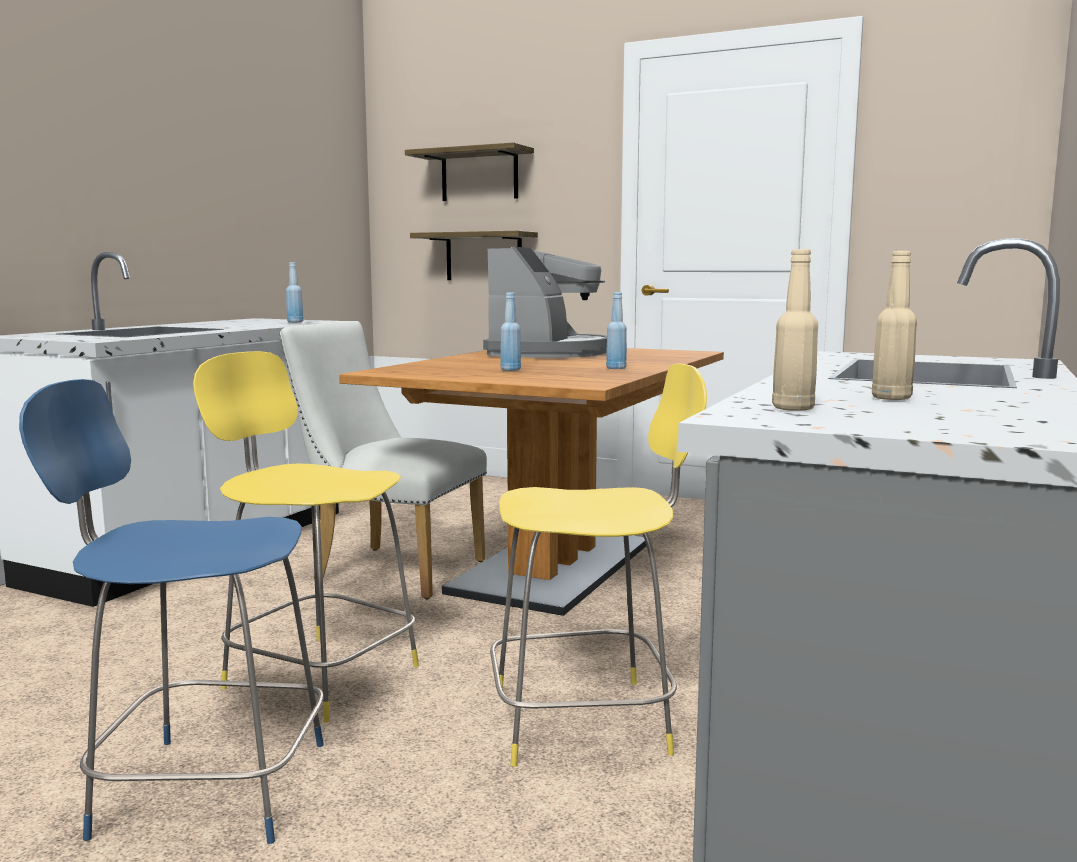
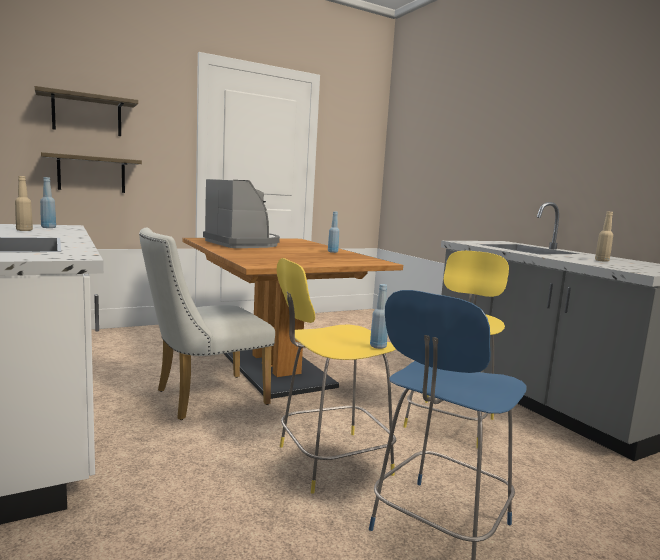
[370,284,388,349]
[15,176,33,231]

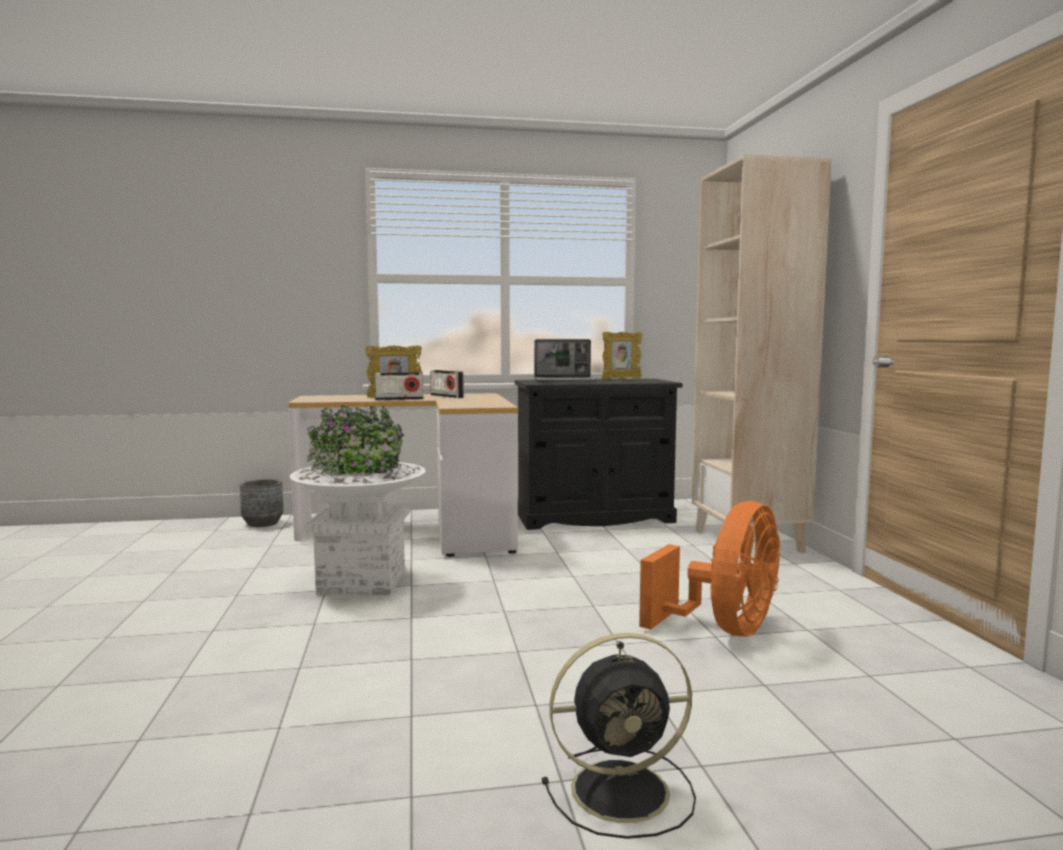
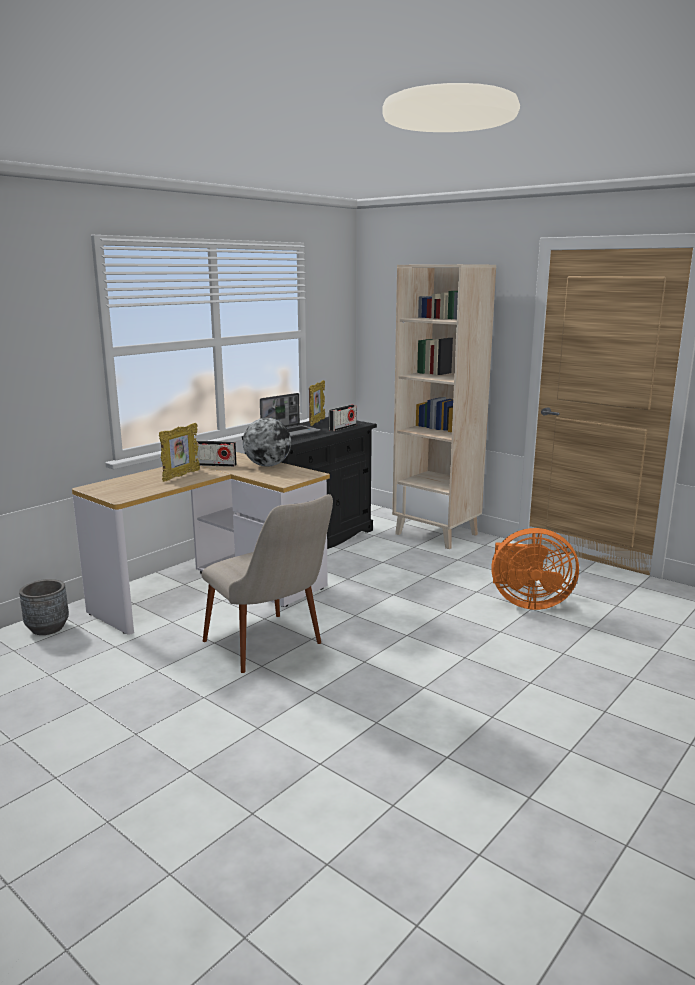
[201,494,333,673]
[329,405,357,431]
[542,633,696,839] (first image)
[491,528,579,610]
[243,418,291,467]

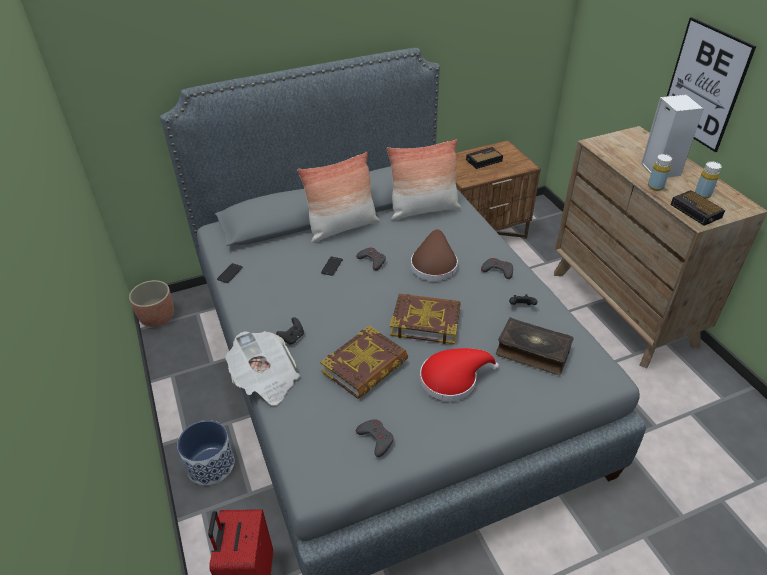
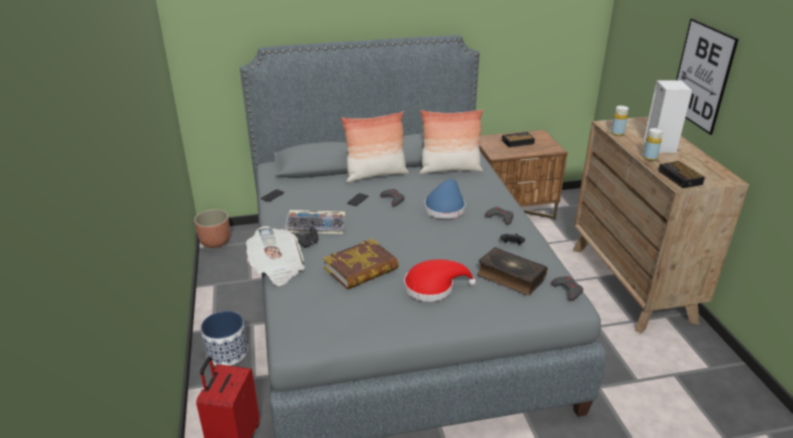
[551,276,583,301]
[390,294,461,344] (first image)
[424,179,465,219]
[611,105,628,136]
[284,210,345,234]

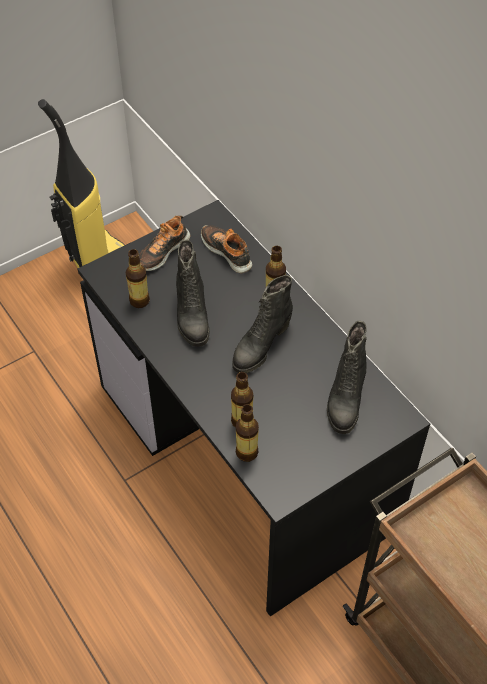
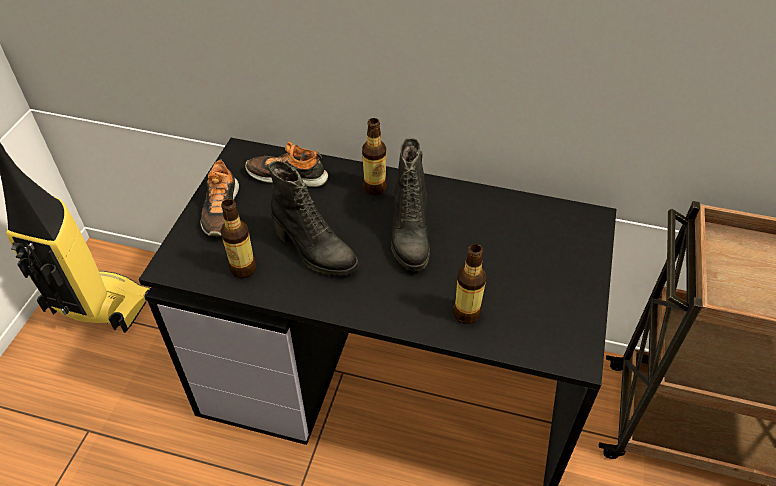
[236,404,259,462] (first image)
[327,321,367,434] (first image)

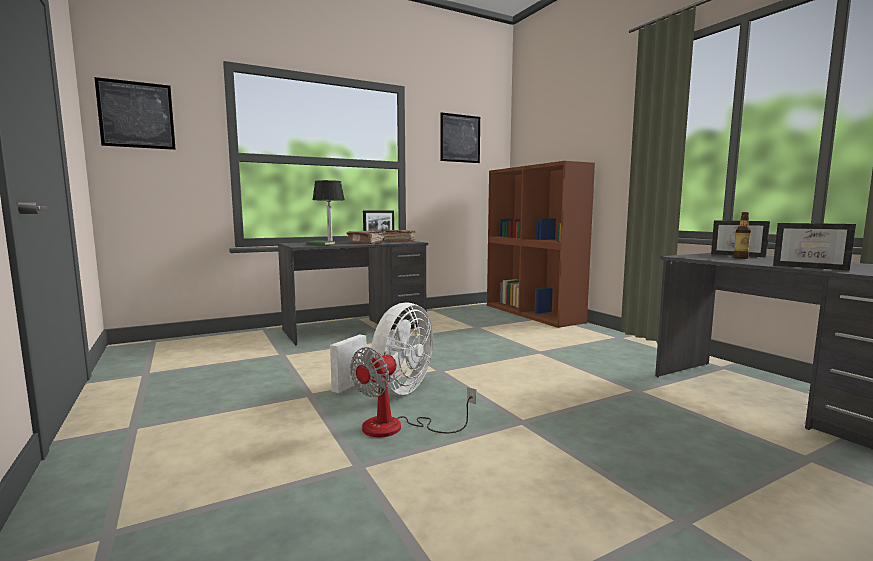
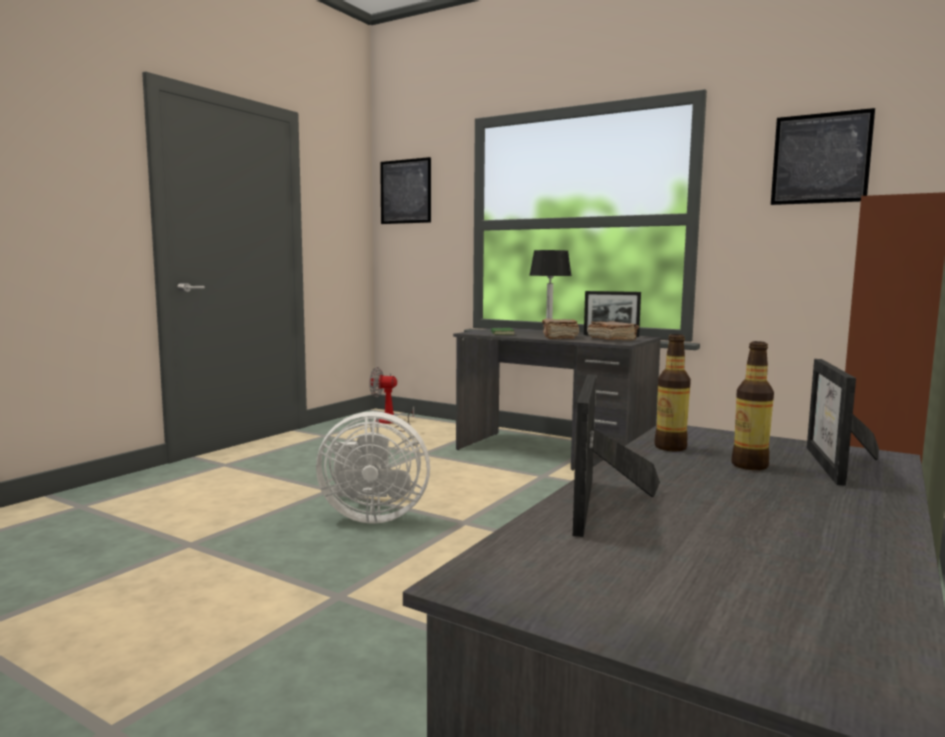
[369,367,414,432]
[654,334,691,451]

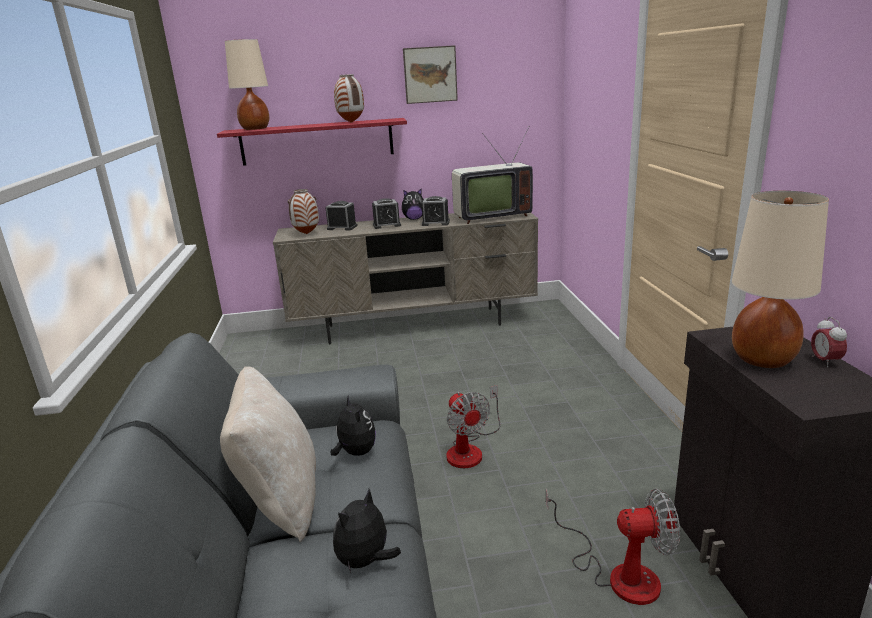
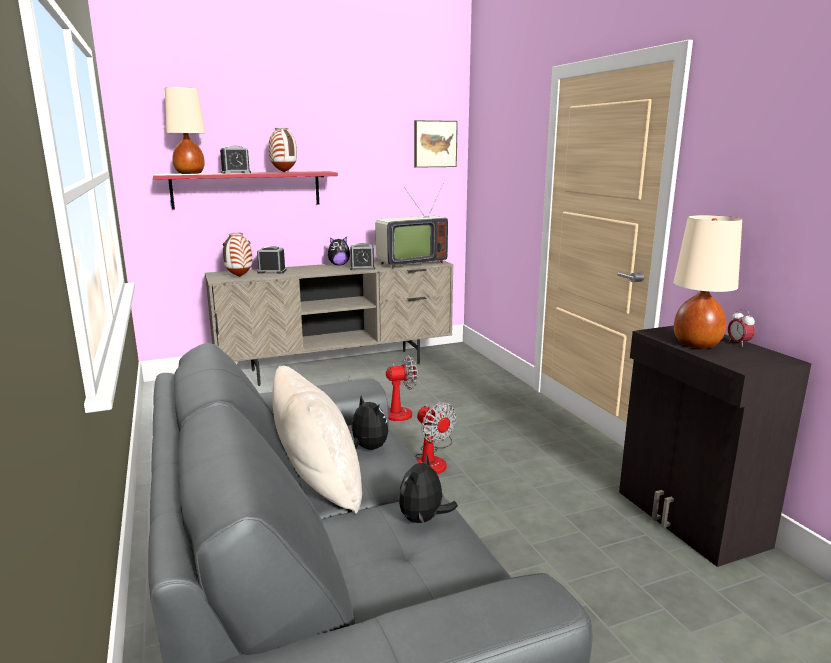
[220,145,251,174]
[414,120,458,168]
[349,355,418,421]

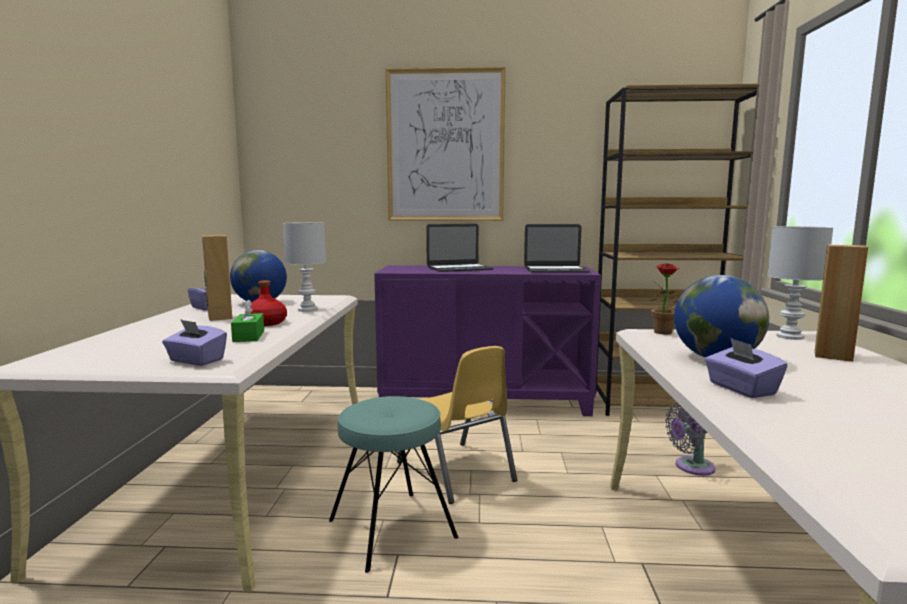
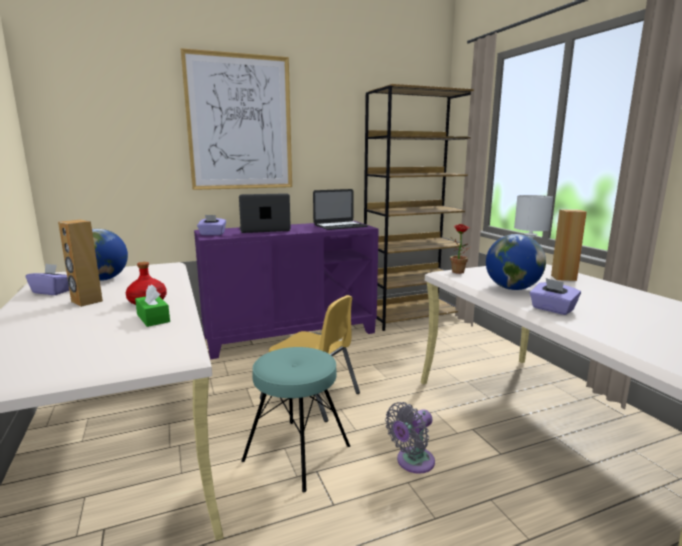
[197,215,226,235]
[283,222,326,312] (first image)
[239,193,291,233]
[385,402,435,474]

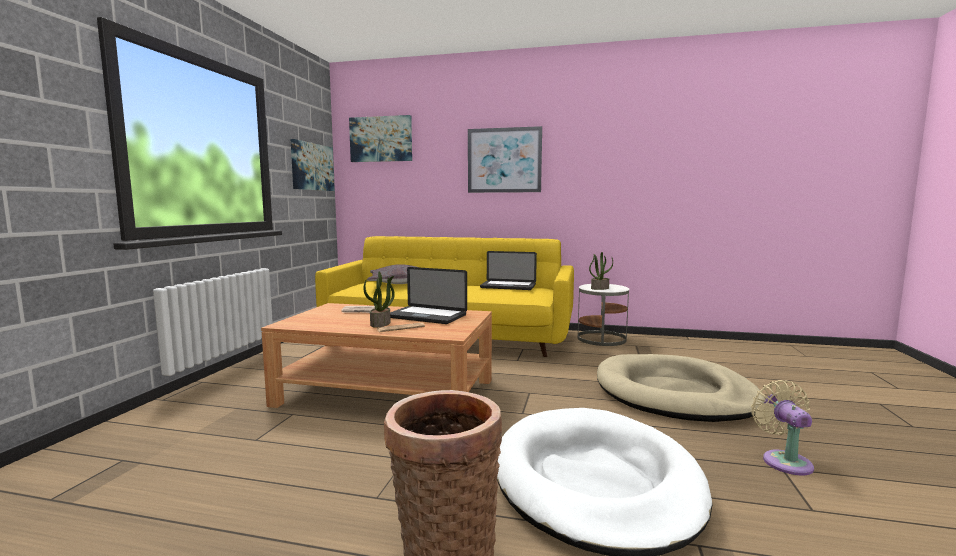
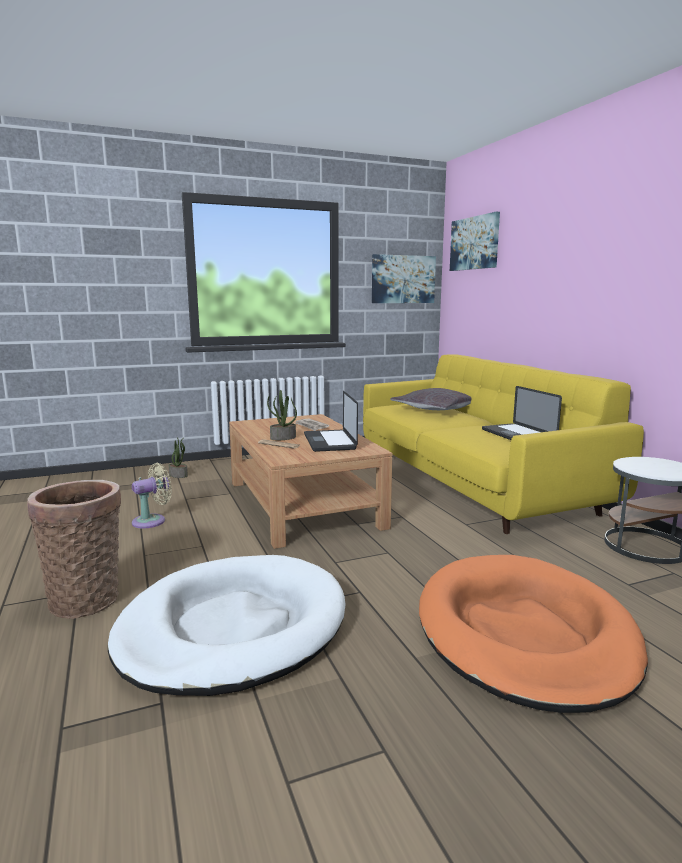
[468,126,542,193] (first image)
[169,437,188,478]
[419,555,648,713]
[132,463,172,528]

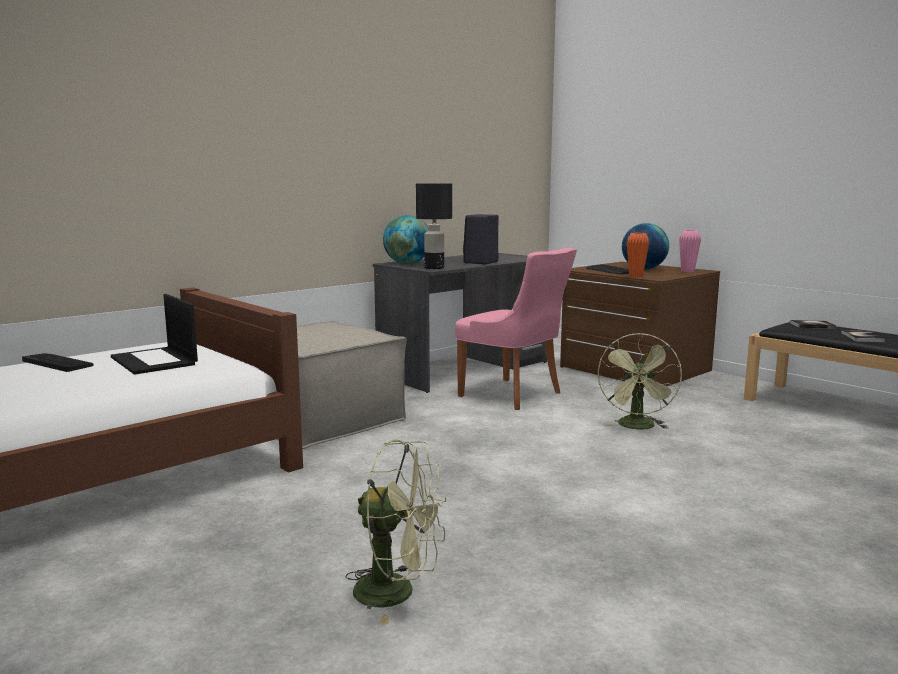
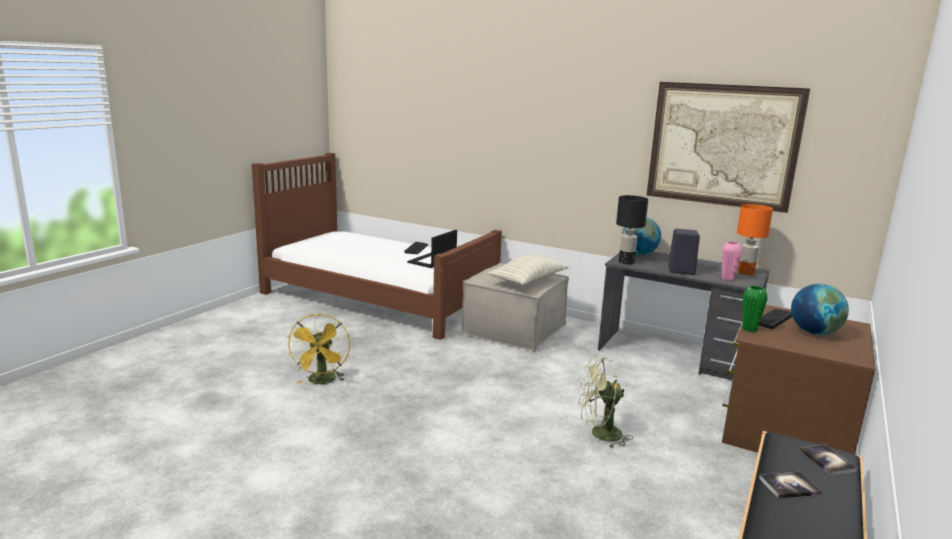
[288,314,350,384]
[455,248,577,410] (first image)
[742,286,767,332]
[722,241,742,281]
[488,255,569,285]
[646,82,810,213]
[737,204,773,275]

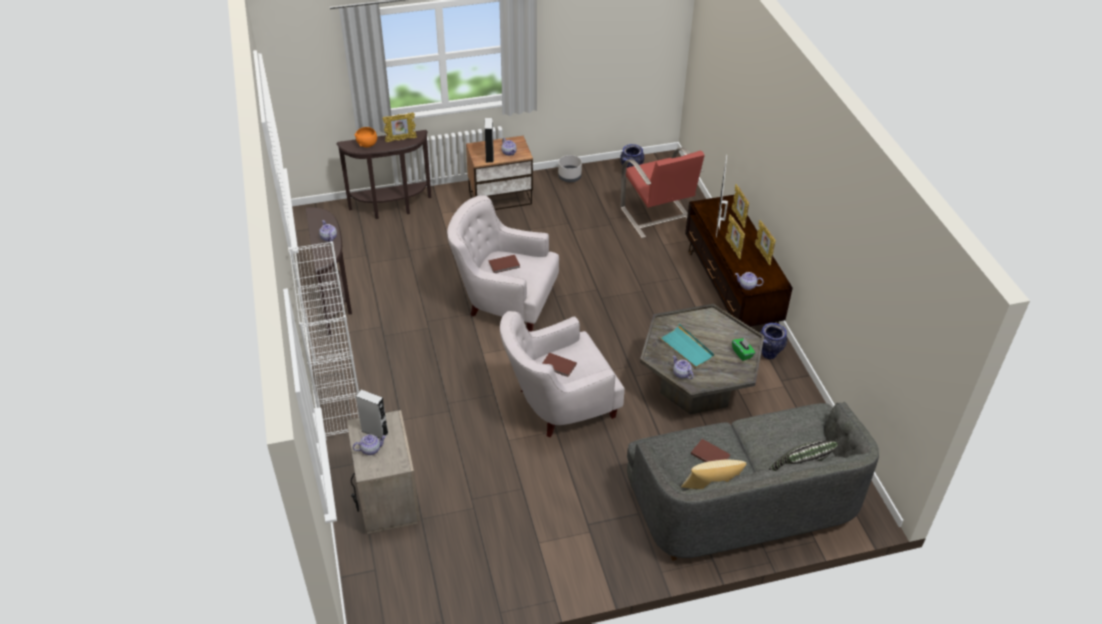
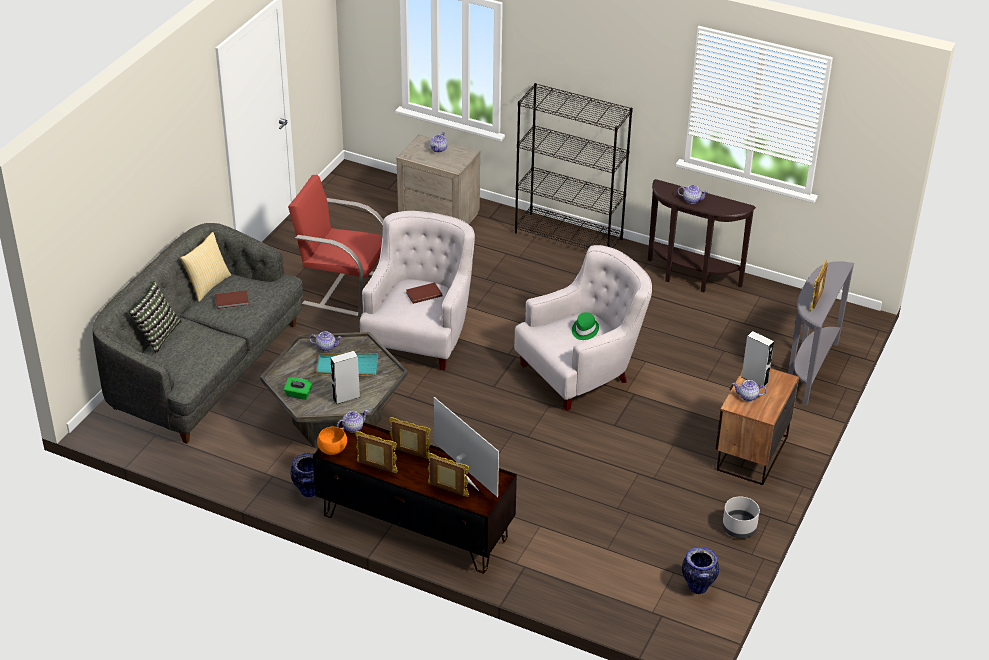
[515,83,633,249]
[788,261,854,406]
[317,427,347,455]
[330,351,360,405]
[572,312,599,340]
[288,175,384,317]

